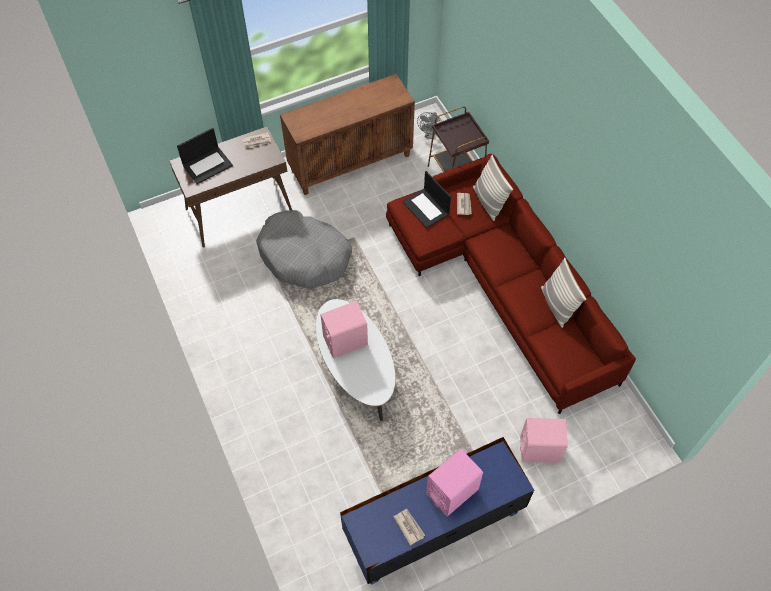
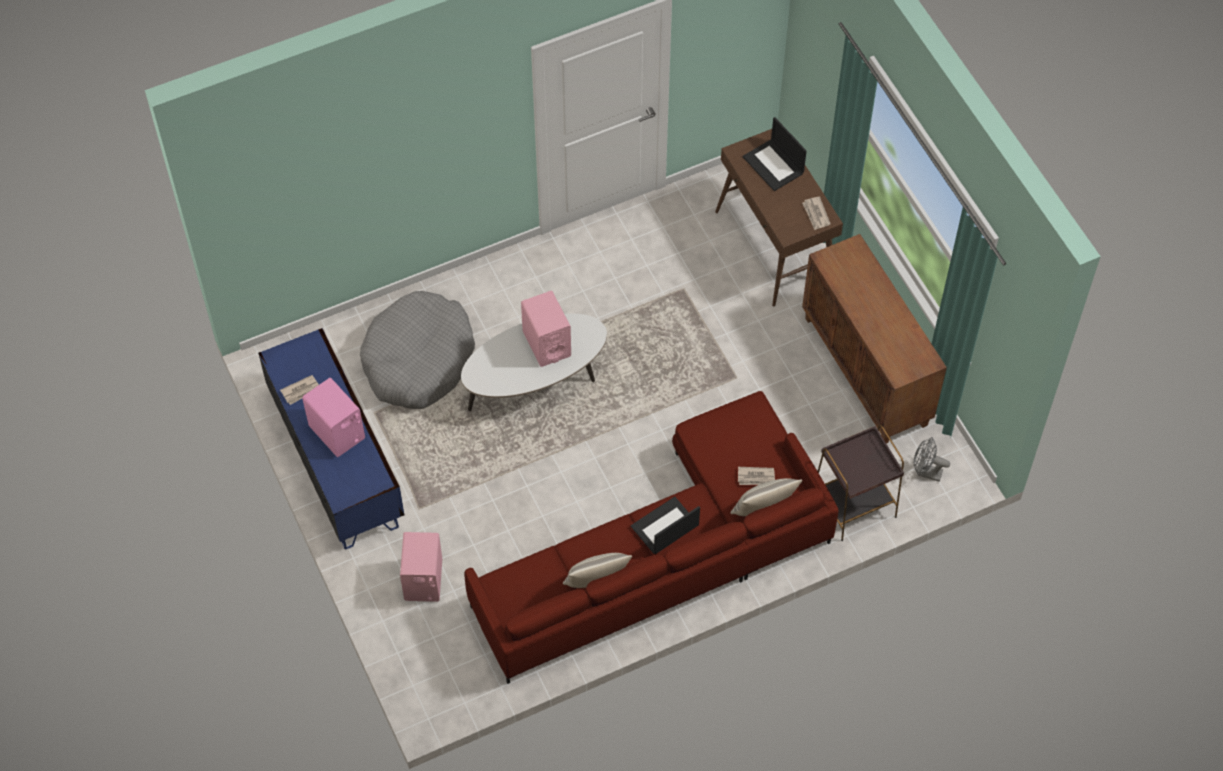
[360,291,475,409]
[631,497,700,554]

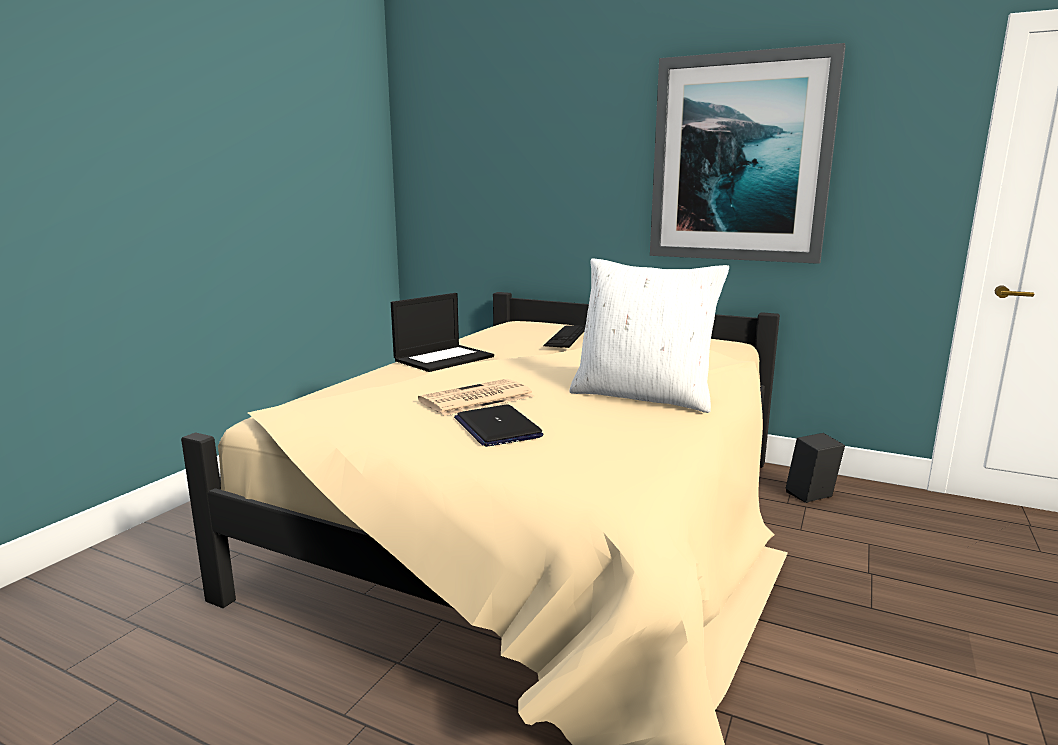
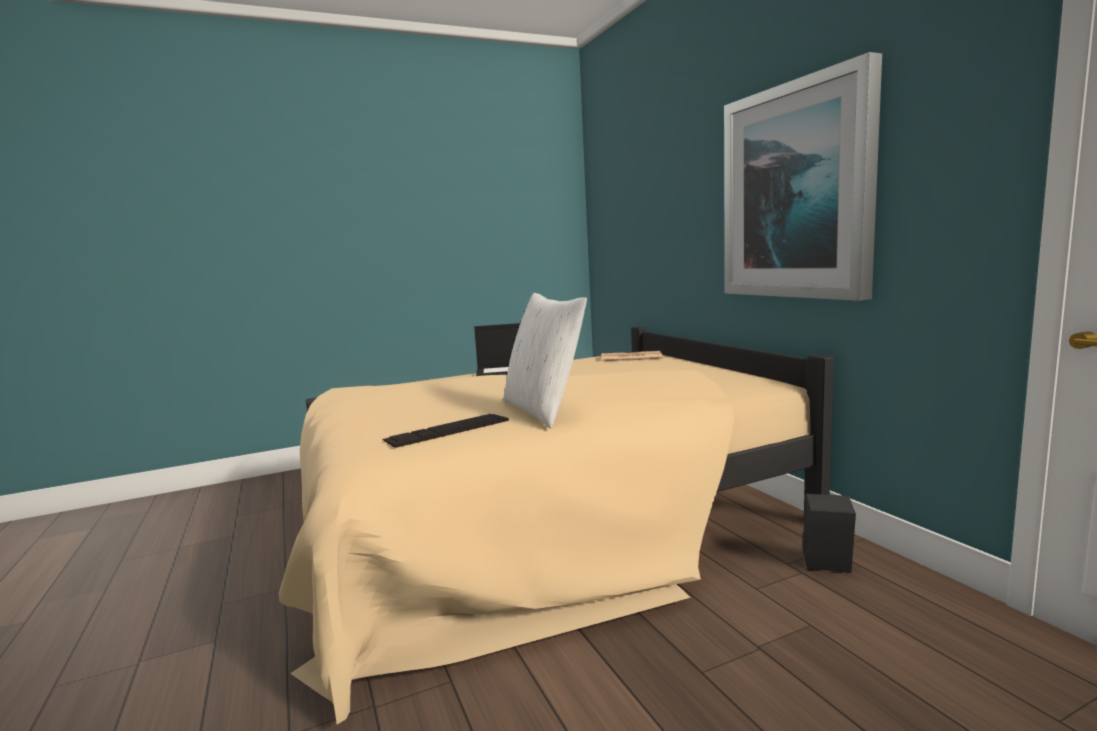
[601,351,663,362]
[454,405,543,447] (first image)
[382,414,509,448]

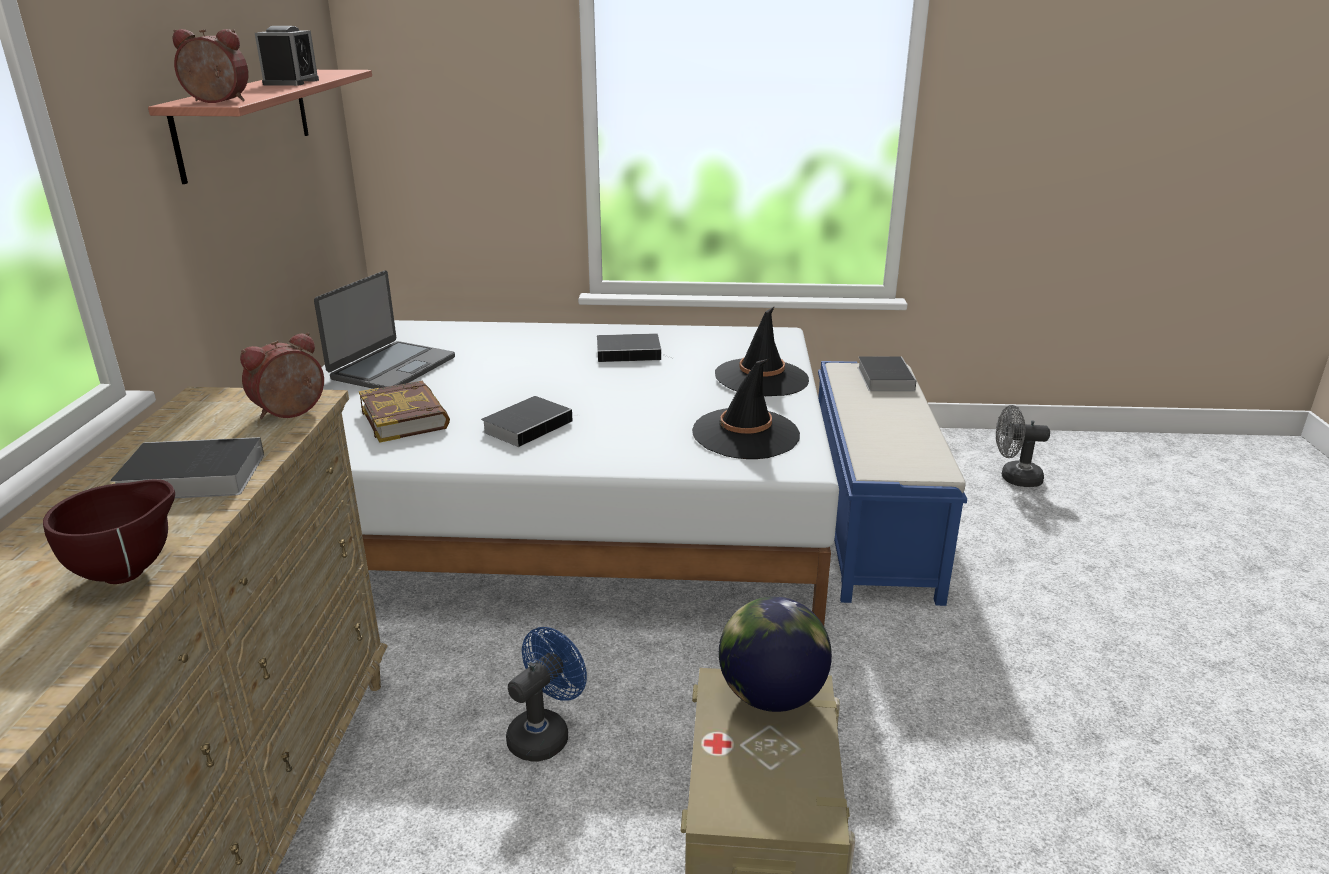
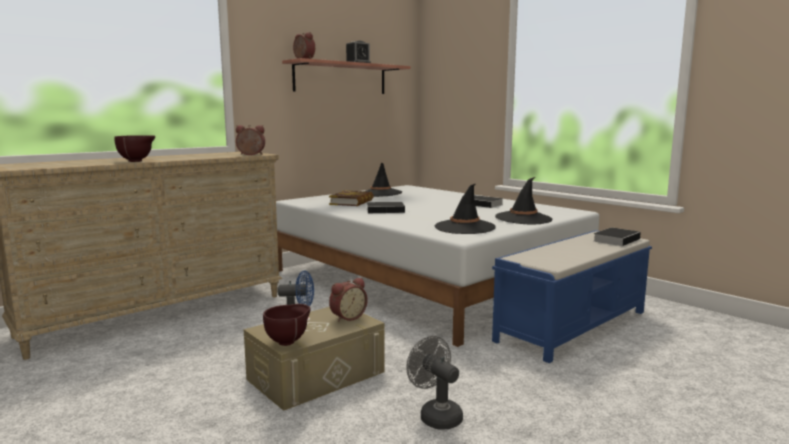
[110,437,264,498] (first image)
[366,162,402,197]
[329,278,368,322]
[406,336,463,429]
[263,304,311,346]

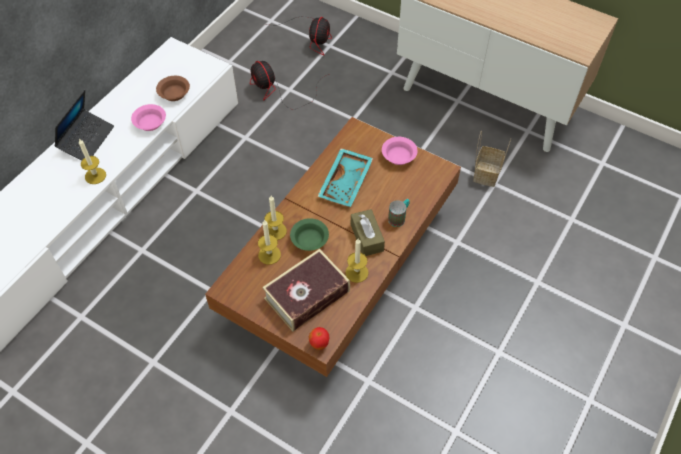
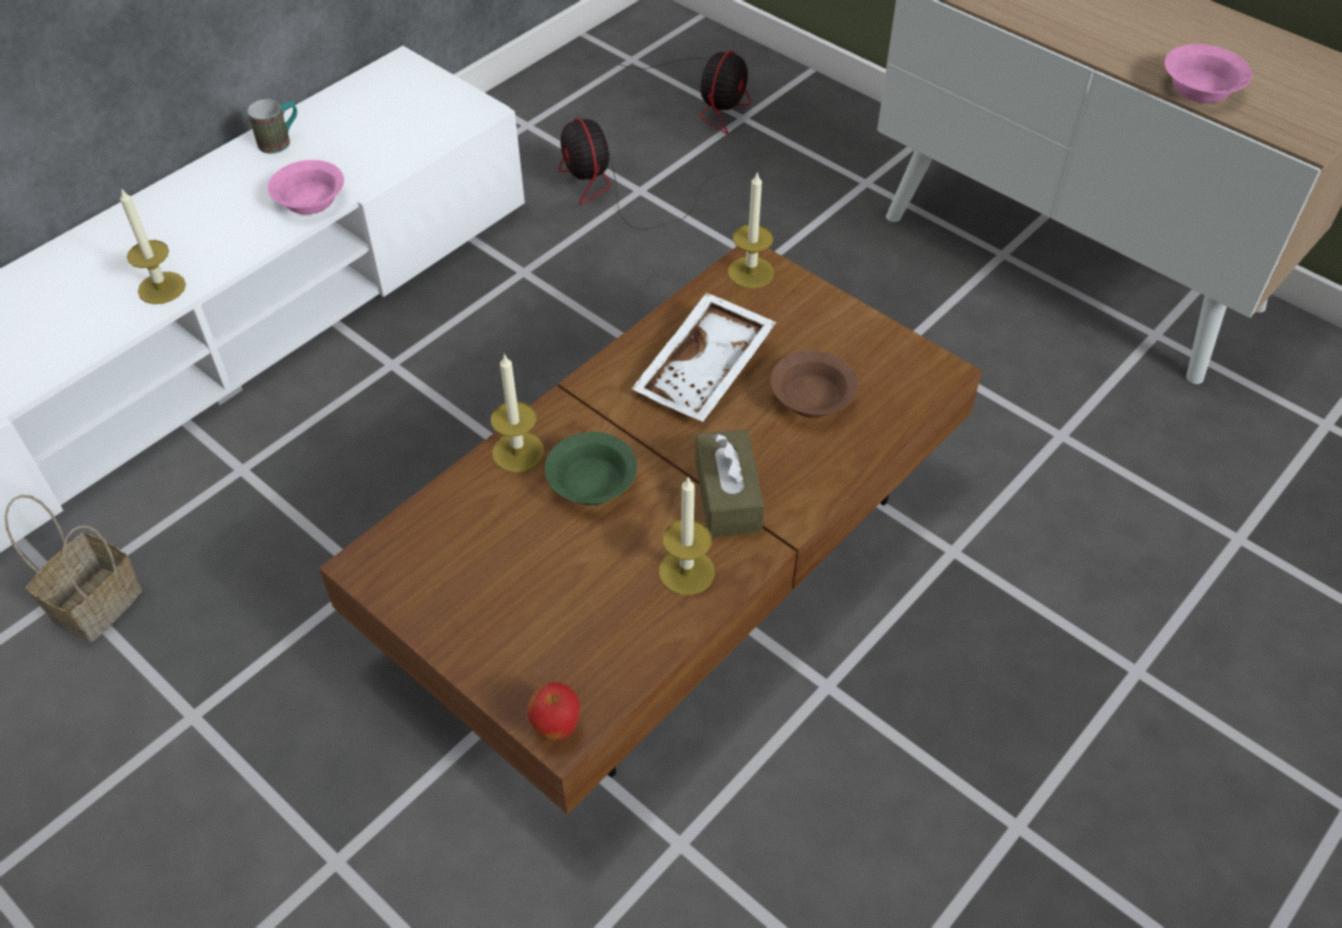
[54,90,114,161] (first image)
[770,350,858,418]
[728,172,774,289]
[262,249,350,331] (first image)
[632,292,777,422]
[1164,44,1252,103]
[247,99,297,154]
[4,495,142,642]

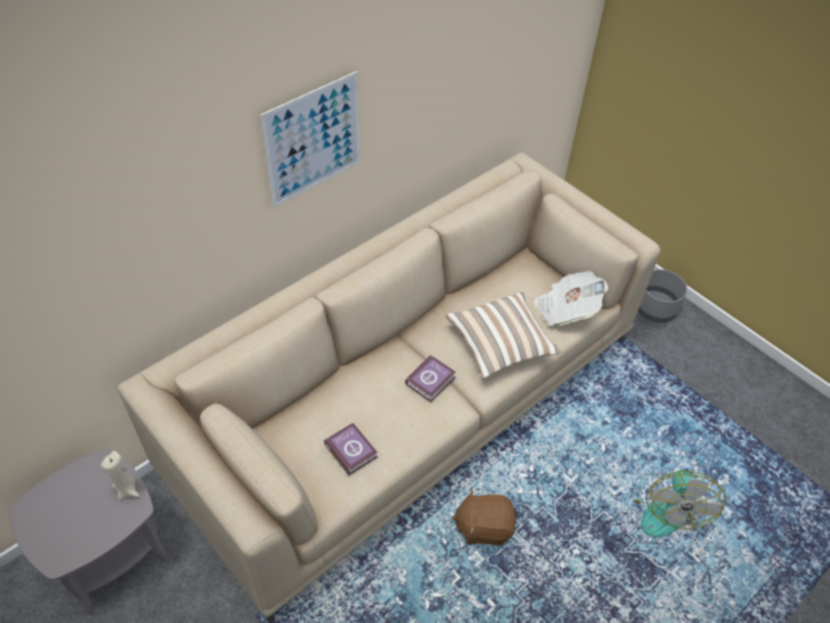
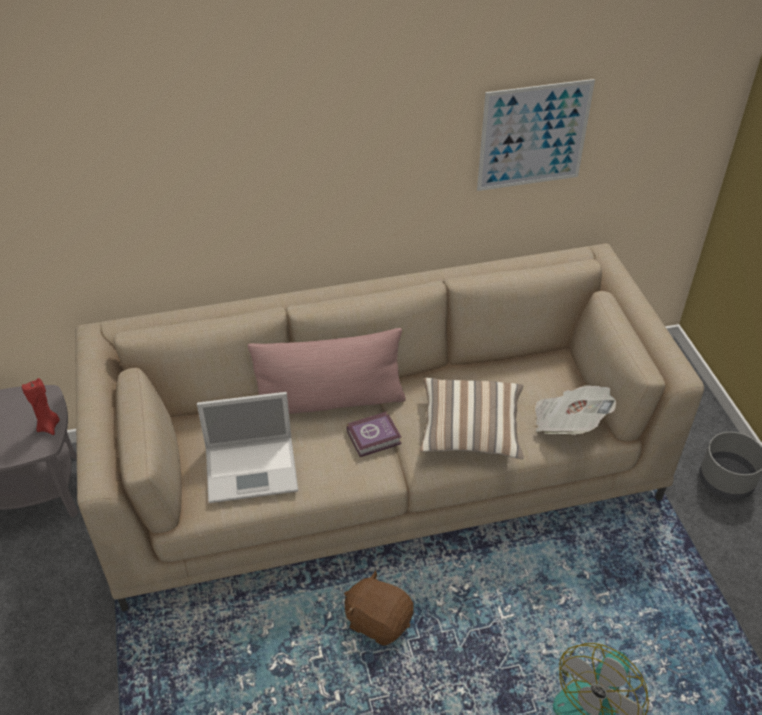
[22,378,60,435]
[477,79,595,191]
[197,392,298,503]
[247,328,406,414]

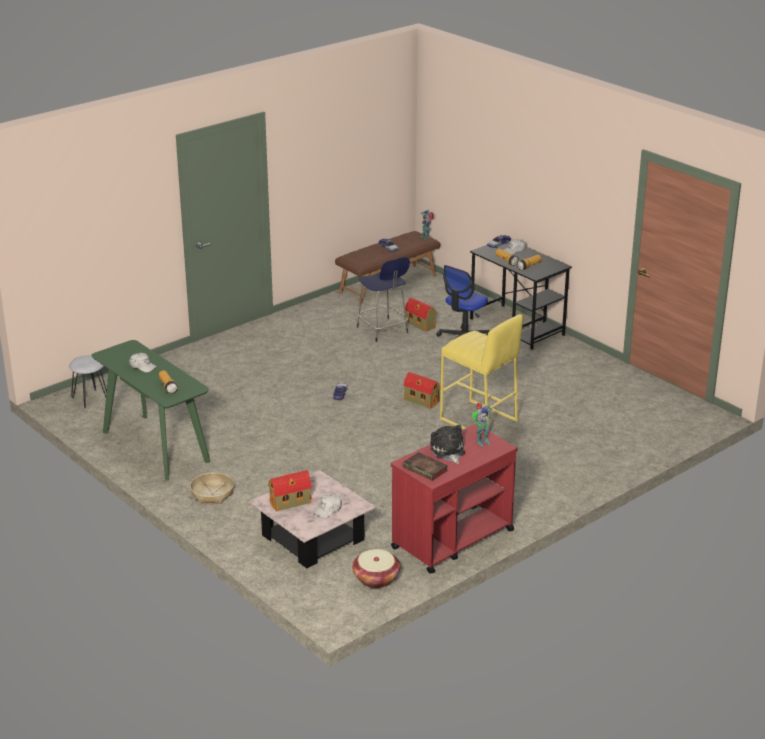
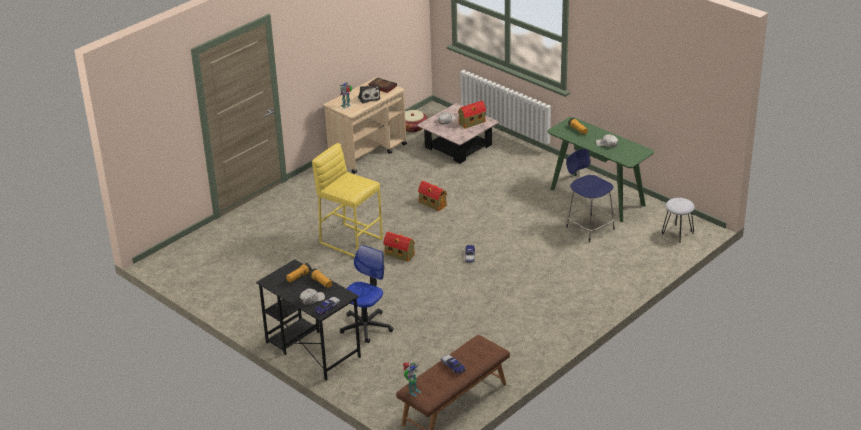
[190,472,234,504] (first image)
[566,149,615,242]
[324,77,407,174]
[418,181,447,211]

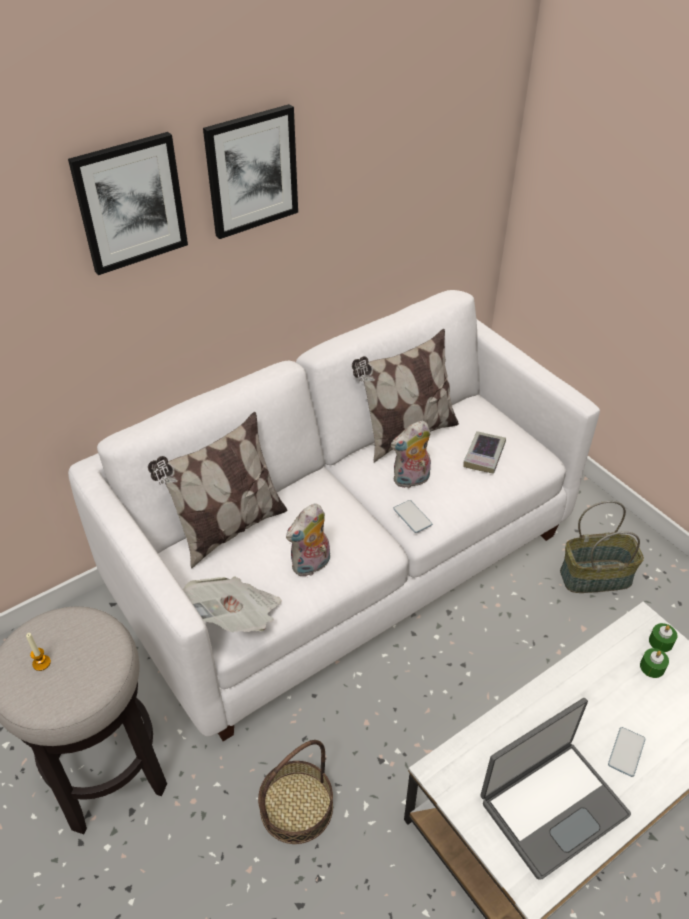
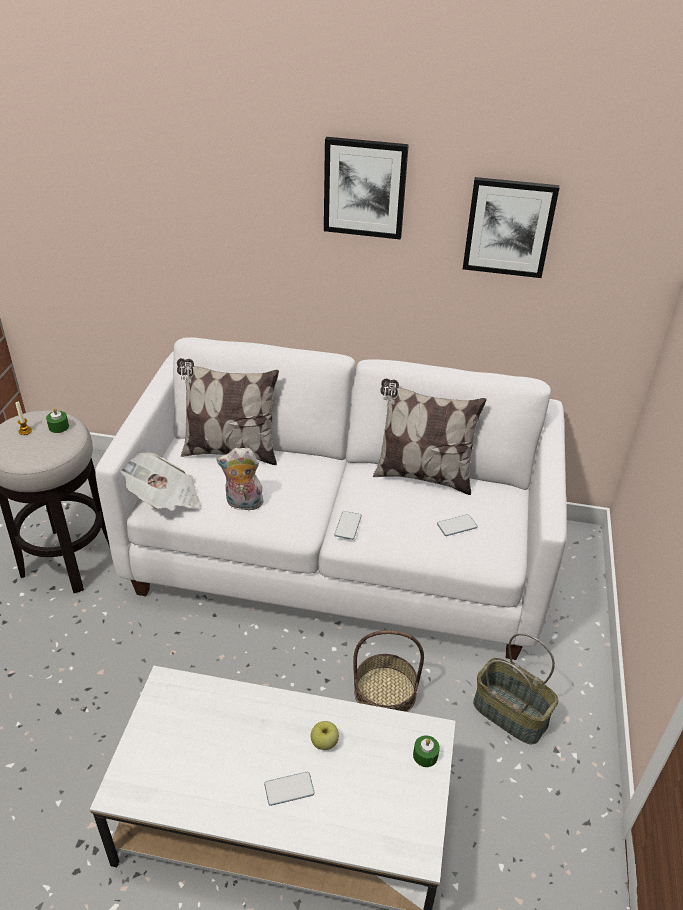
[463,177,559,278]
[353,630,424,712]
[391,421,431,488] (first image)
[437,514,477,536]
[481,698,631,880] (first image)
[46,408,69,433]
[310,721,339,750]

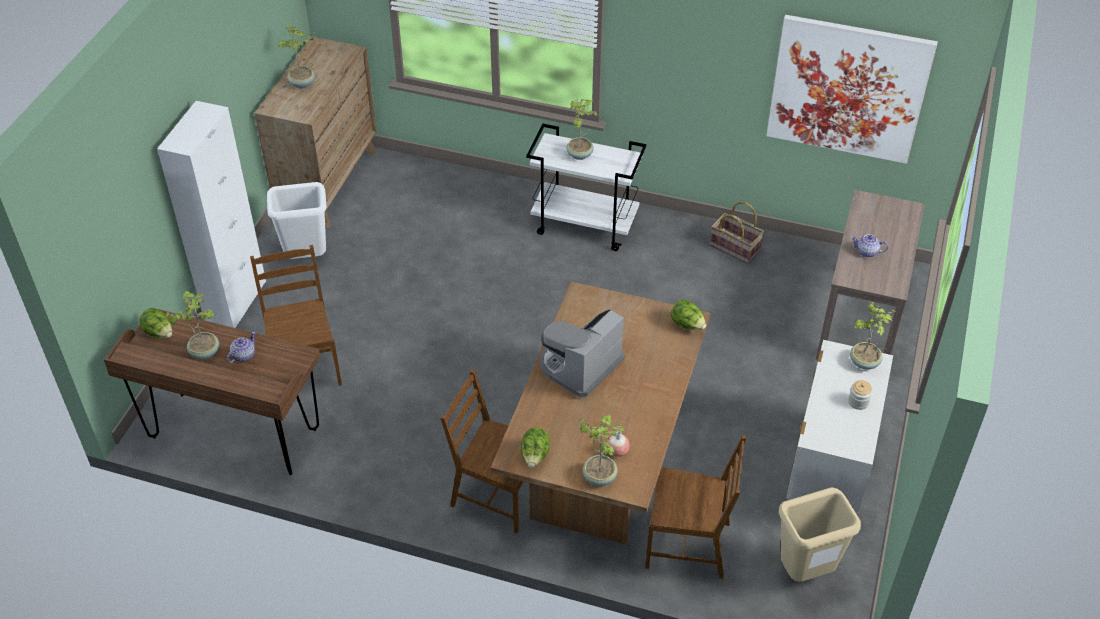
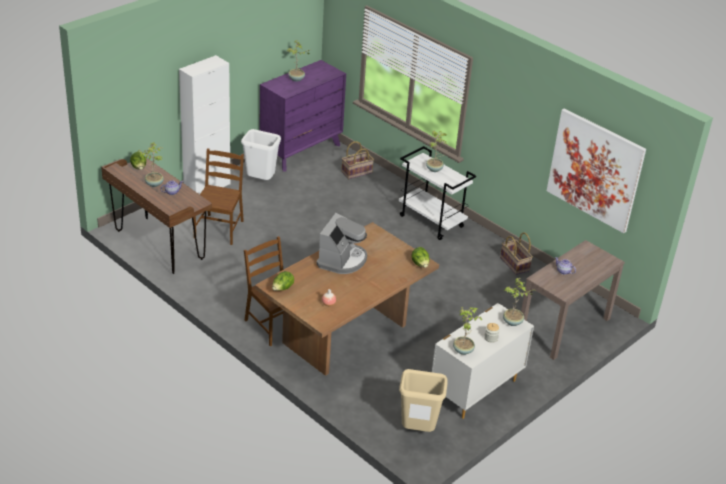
[260,60,346,172]
[316,213,367,274]
[453,307,482,355]
[645,435,747,579] (first image)
[341,141,374,179]

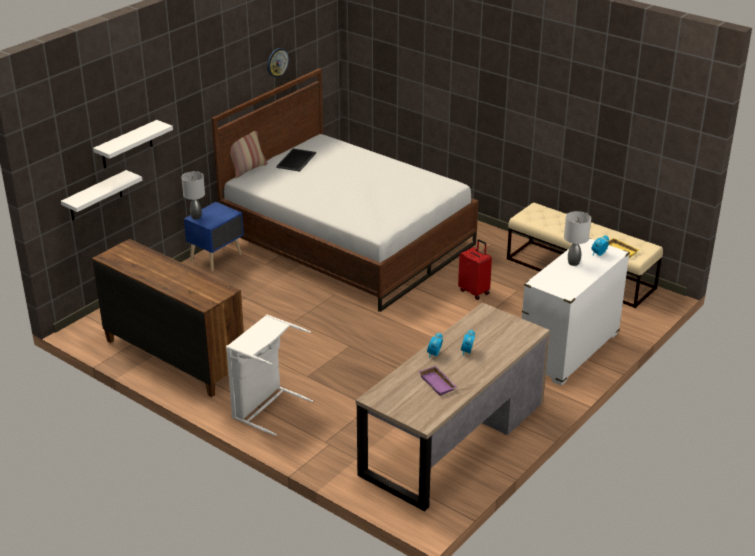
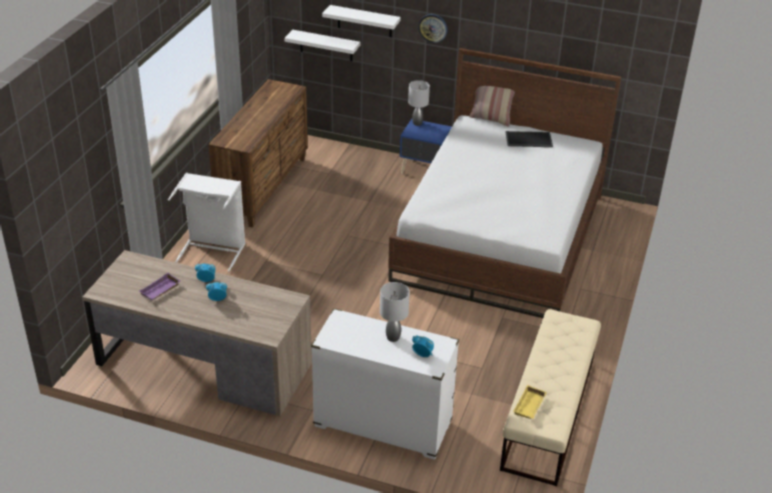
[418,14,448,43]
[458,239,492,300] (first image)

